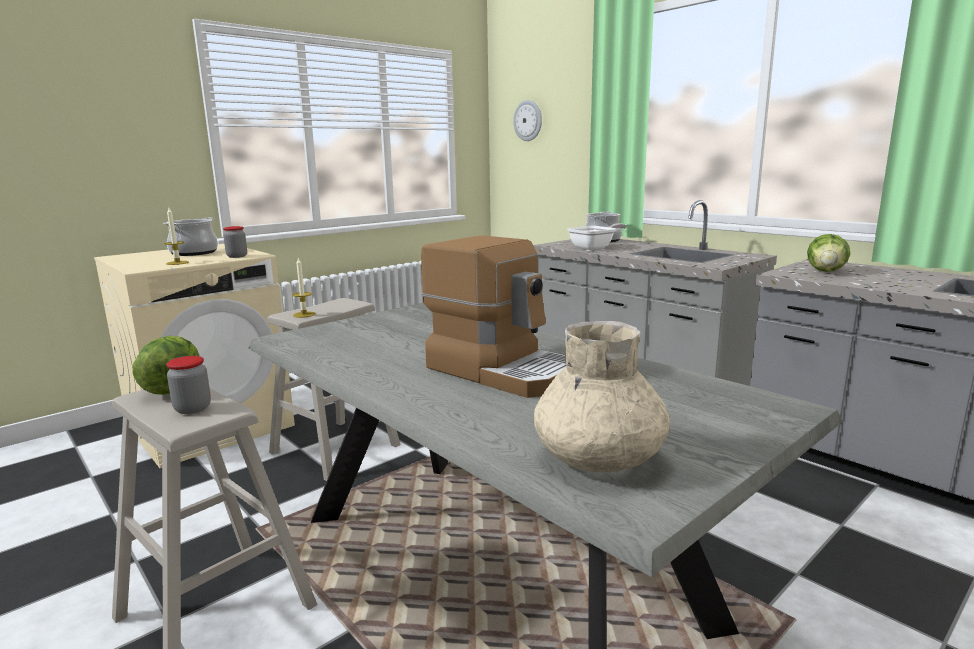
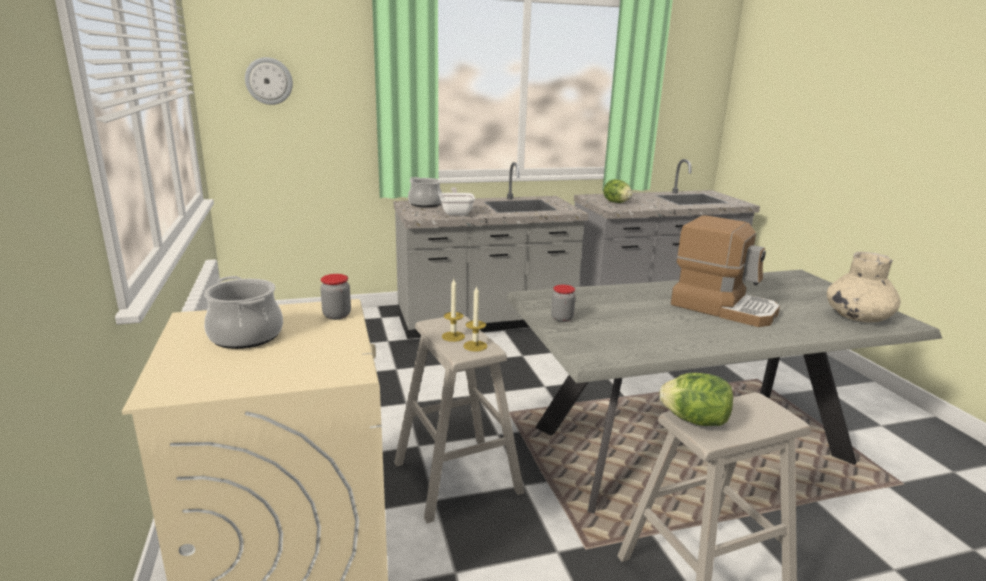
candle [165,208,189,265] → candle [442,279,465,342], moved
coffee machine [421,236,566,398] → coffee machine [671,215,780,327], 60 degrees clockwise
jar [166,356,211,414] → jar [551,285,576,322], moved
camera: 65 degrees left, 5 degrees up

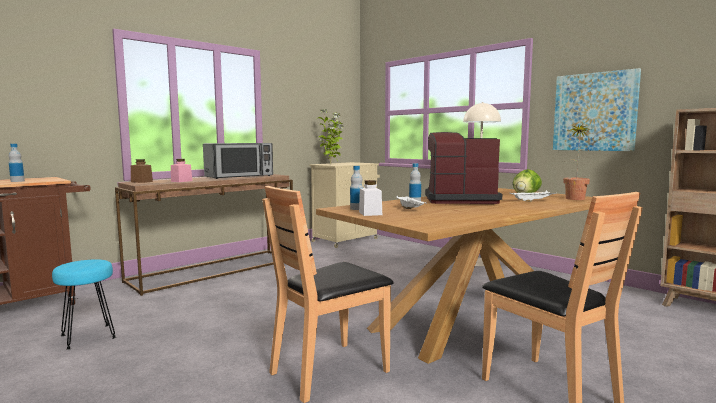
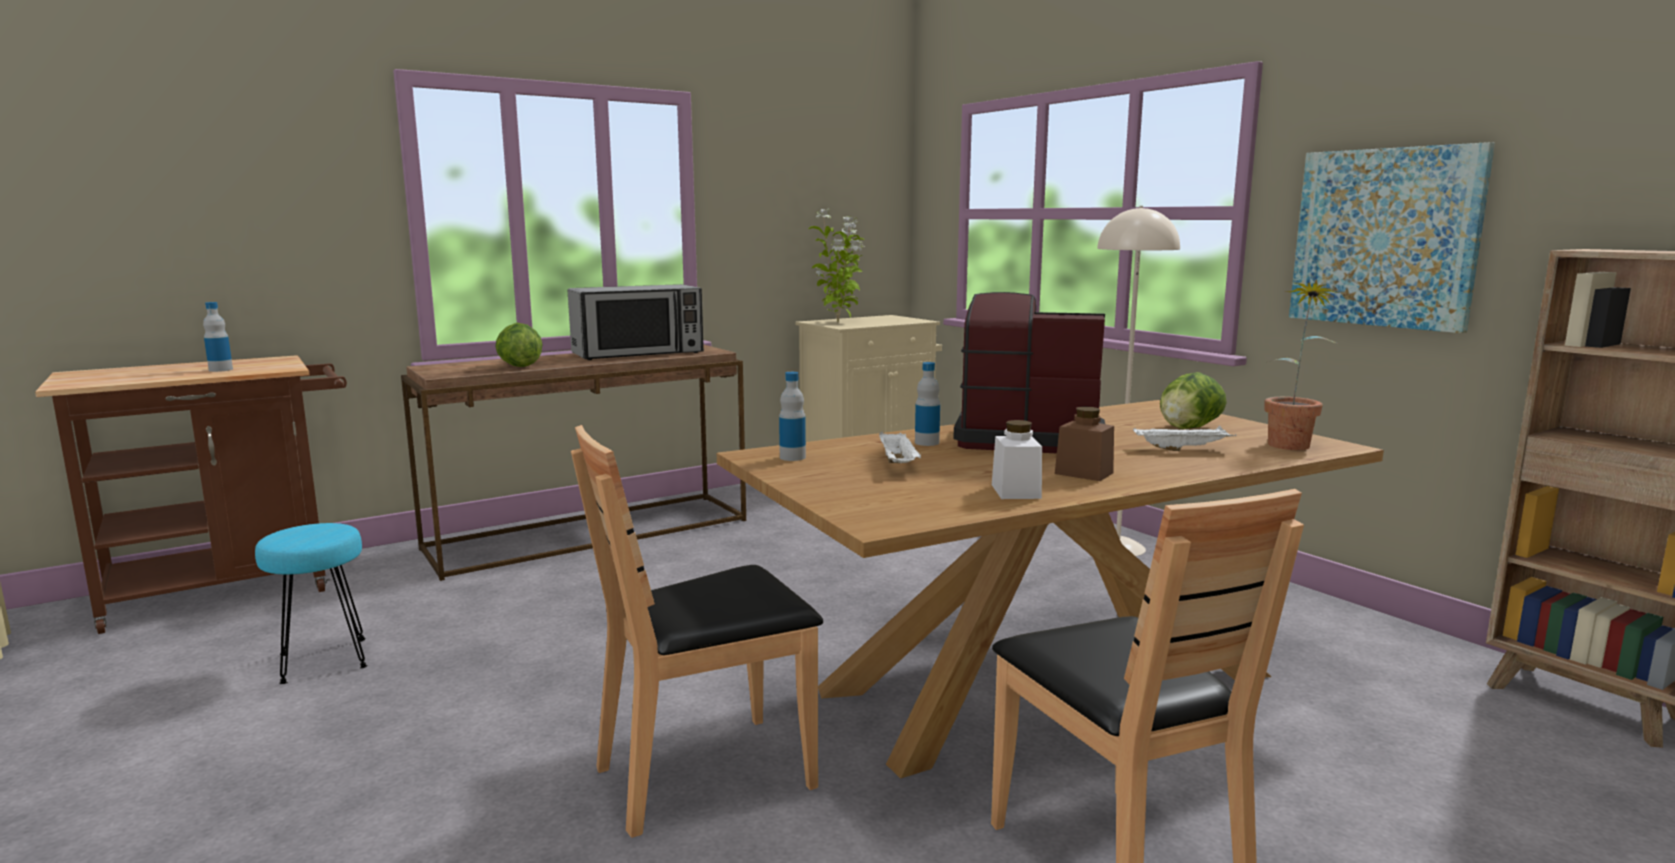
jar/brown [131,159,153,183] → jar/brown [1055,406,1114,481], moved
jar/pink [171,159,193,182] → lettuce [495,323,543,367]
jar/white [359,180,382,216] → jar/white [992,420,1042,499], moved
camera: 10 degrees right, 5 degrees up

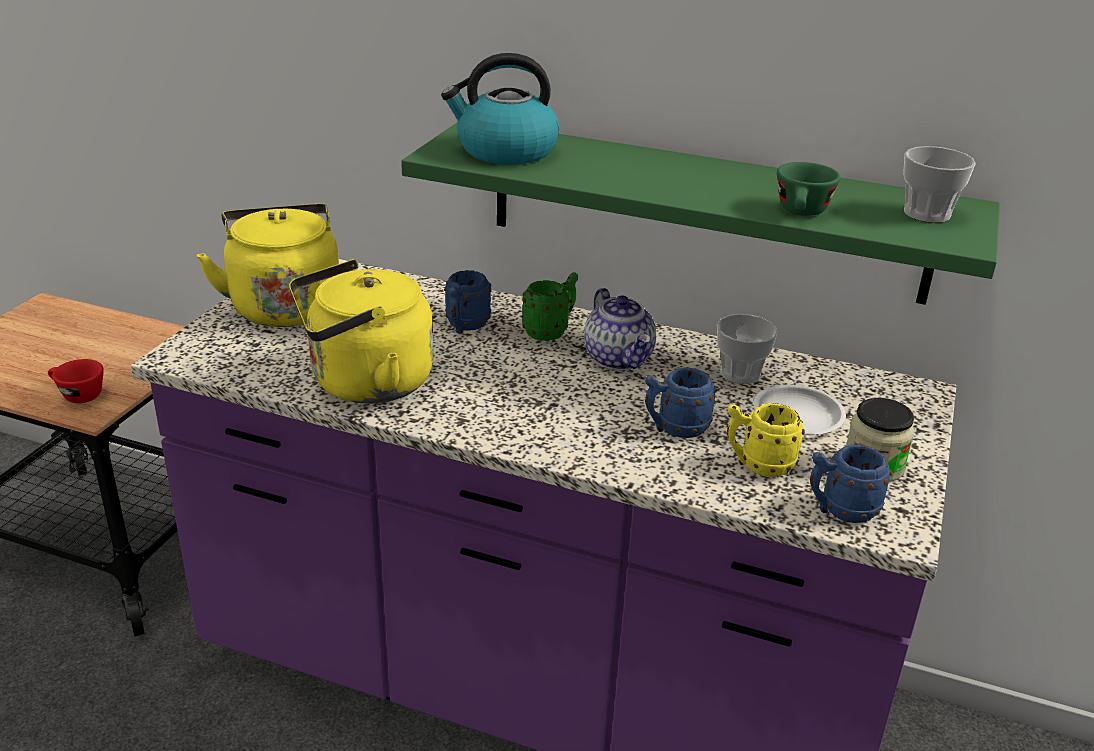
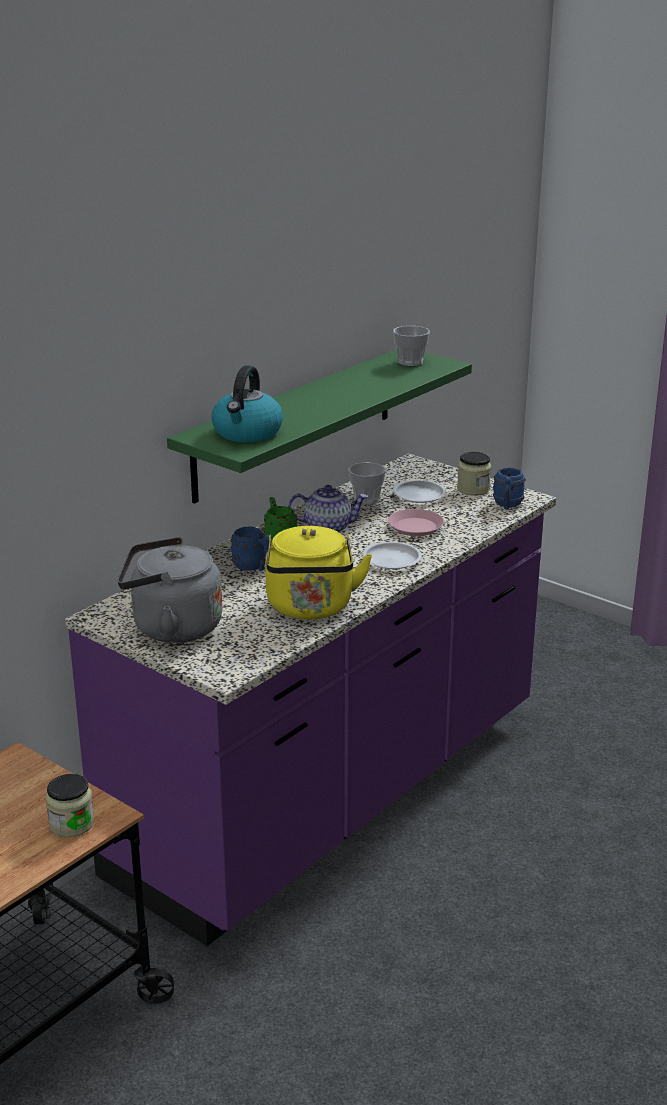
cup/green [777,162,840,216] → -
kettle/yellow [197,204,339,327] → kettle/grey [117,537,223,643]
cup/red [48,359,104,403] → jar [46,774,94,837]
mug/blue [645,368,717,438] → plate/pink [388,509,444,536]
mug/yellow [727,403,805,477] → -
- → plate/white [362,542,422,569]
camera: 70 degrees left, 5 degrees down

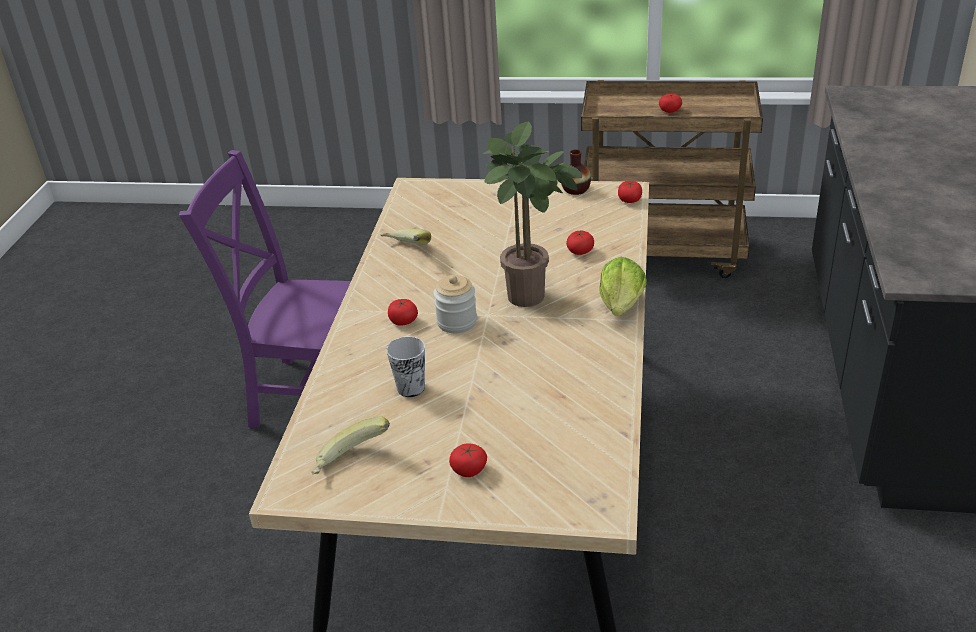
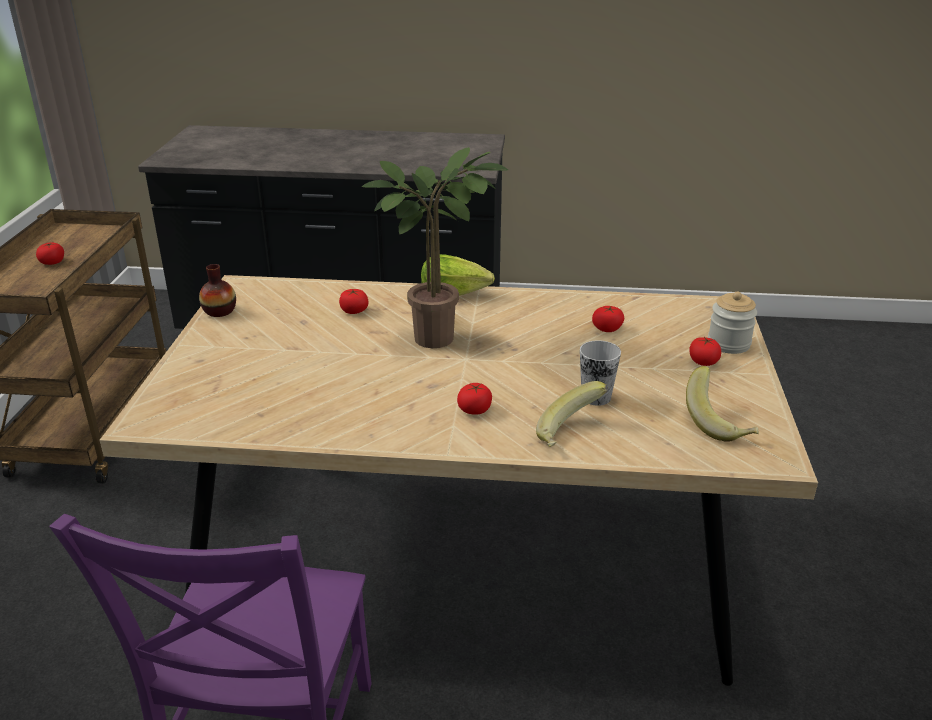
tomato [618,181,642,203] → tomato [592,306,624,332], moved
banana [380,229,431,245] → banana [536,381,608,447], moved
jar [434,275,477,333] → jar [708,292,757,354], moved
camera: 95 degrees left, 5 degrees down

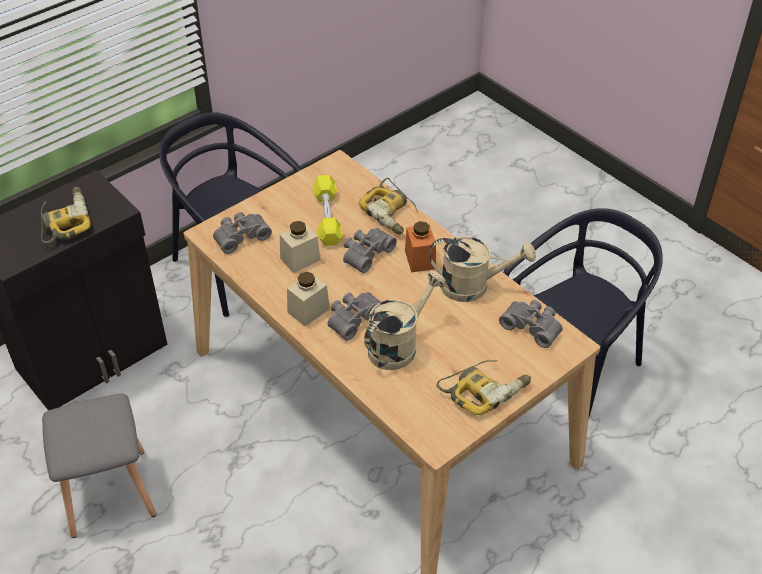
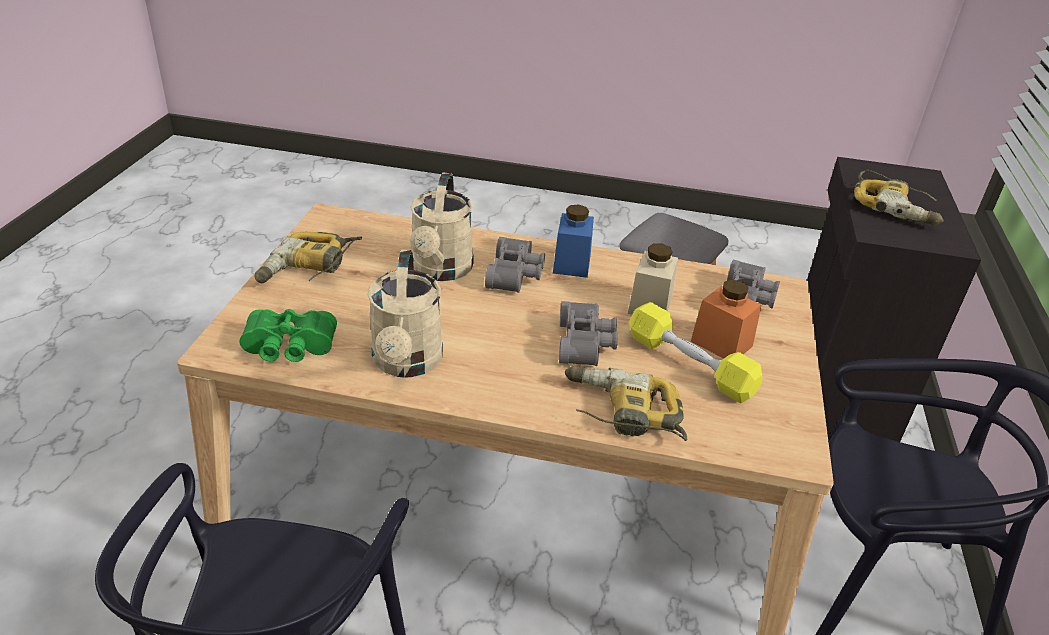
jar/orange [405,221,436,272] → jar/orange [691,280,762,358], moved
watering can/beige [429,236,536,302] → watering can/beige [368,250,443,378], 60 degrees counterclockwise
jar/beige [287,272,330,326] → jar/blue [553,205,594,278]
binoculars/grey [499,300,563,348] → binoculars/green [240,309,337,362]
camera: 140 degrees right, 10 degrees down

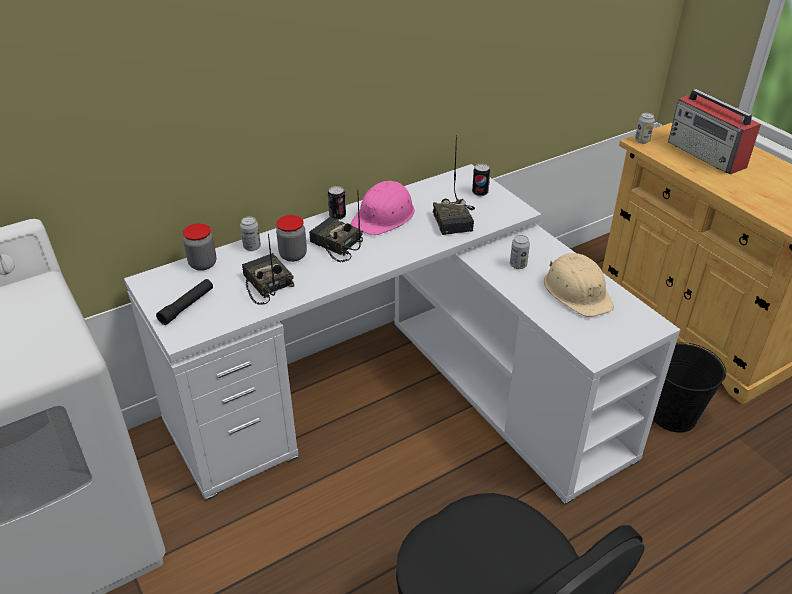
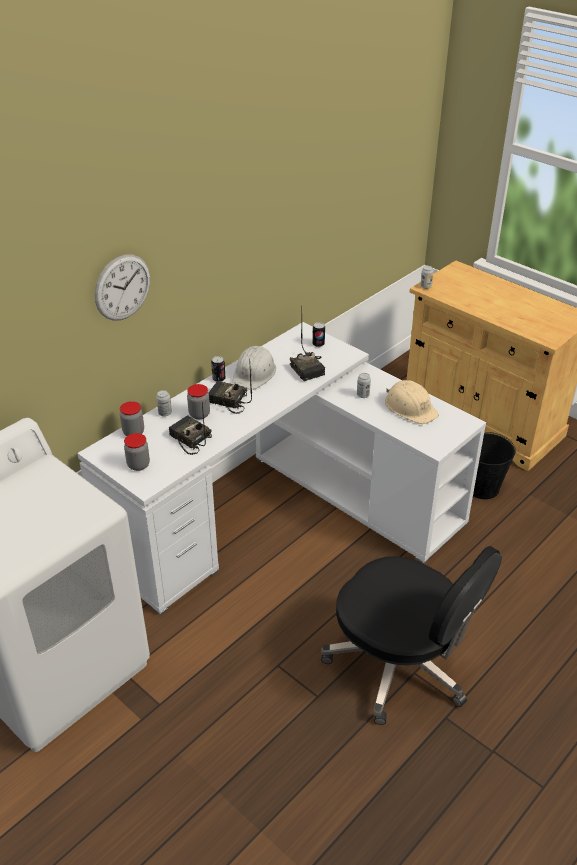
radio [668,89,761,174] → -
hard hat/pink [351,181,415,235] → hard hat/white [232,346,276,390]
flashlight/black [156,279,213,325] → jar [124,433,150,471]
- → wall clock [95,254,150,321]
camera: 15 degrees left, 0 degrees up

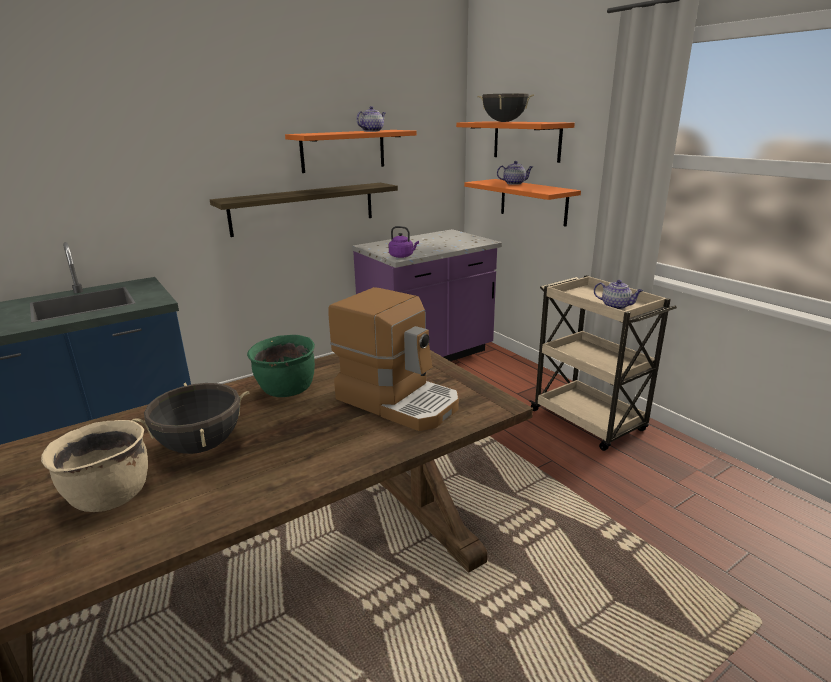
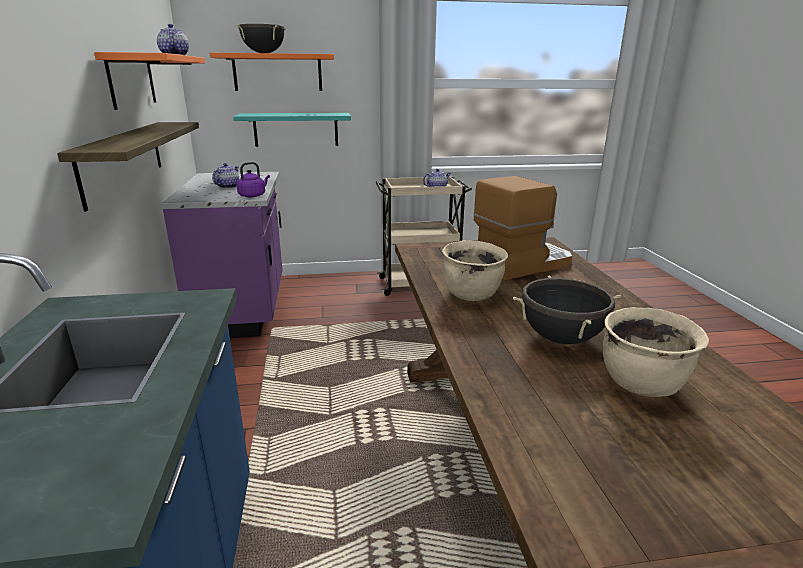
teapot [497,161,533,185] → teapot [212,163,239,188], moved
shelf/orange [464,179,581,227] → shelf/turquoise [233,113,351,147]
cooking pot/green [247,335,315,397] → cooking pot/beige [442,240,508,301]
camera: 65 degrees left, 0 degrees up

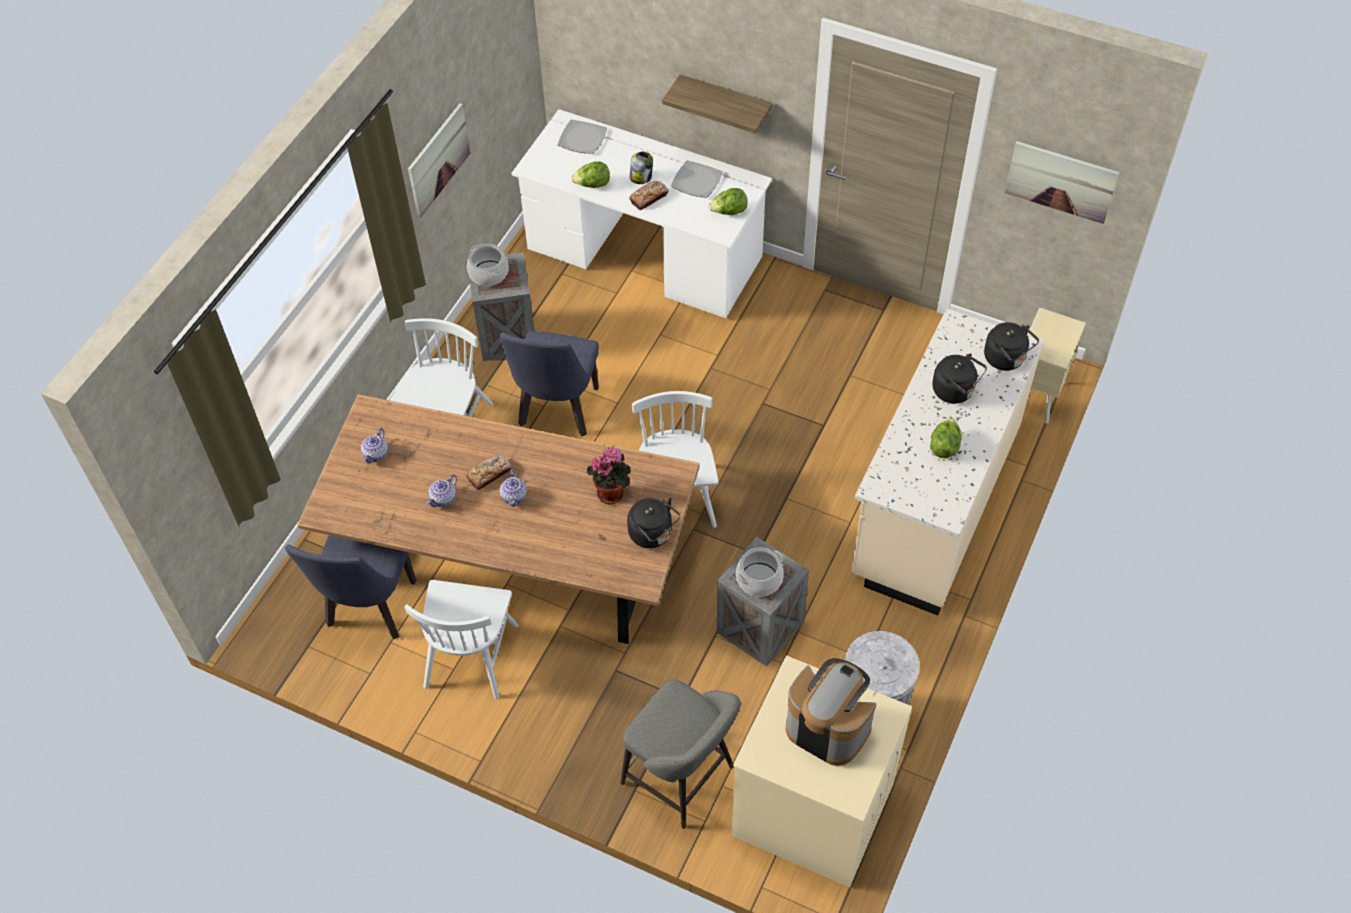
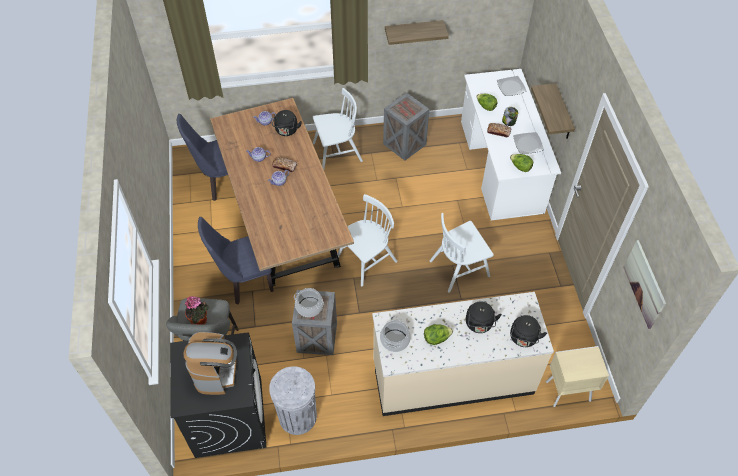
picture [408,103,470,218] → shelf [385,20,449,45]
cooking pot [467,244,509,286] → cooking pot [380,319,411,352], moved
chair/blue [499,331,599,436] → chair/blue [198,217,274,304], moved
potted plant [587,447,631,504] → potted plant [185,296,209,324], moved
kettle/black [627,498,680,548] → kettle/black [272,110,302,136], moved
chair/white [404,580,519,699] → chair/white [430,213,494,293], moved
washing machine/beige [732,655,912,888] → washing machine/black [170,332,266,458]
camera: 55 degrees right, 0 degrees up

